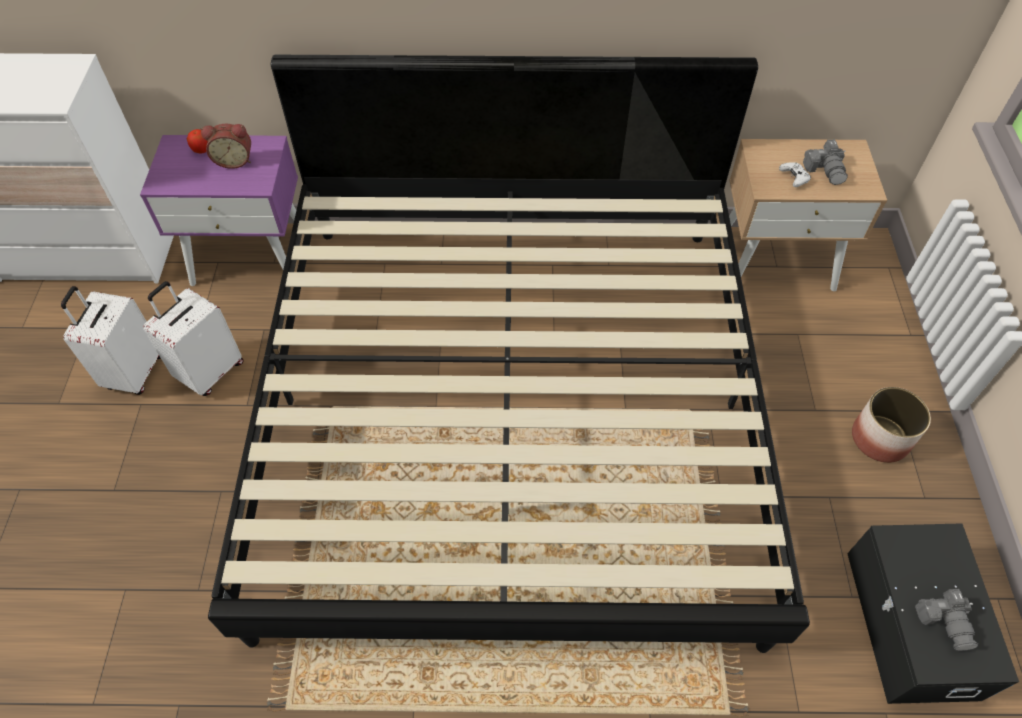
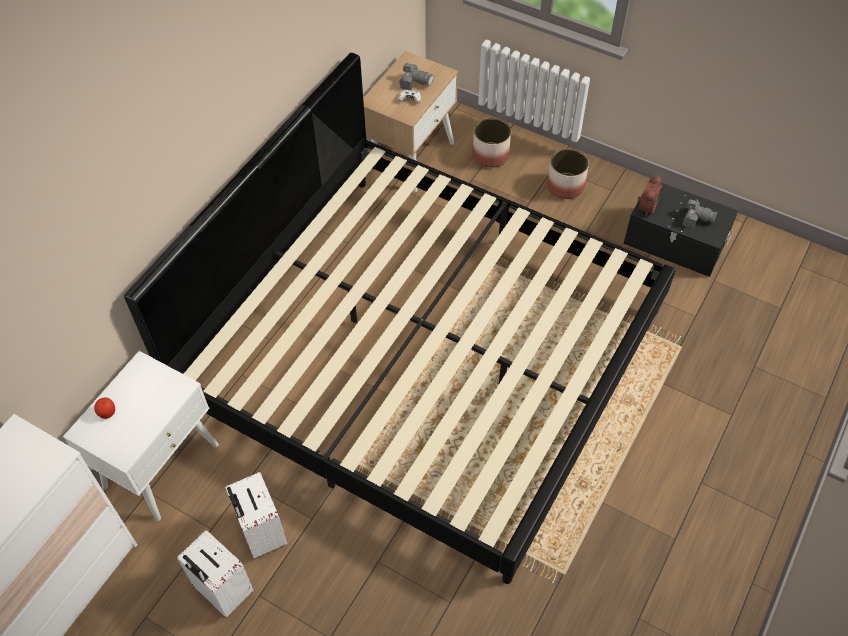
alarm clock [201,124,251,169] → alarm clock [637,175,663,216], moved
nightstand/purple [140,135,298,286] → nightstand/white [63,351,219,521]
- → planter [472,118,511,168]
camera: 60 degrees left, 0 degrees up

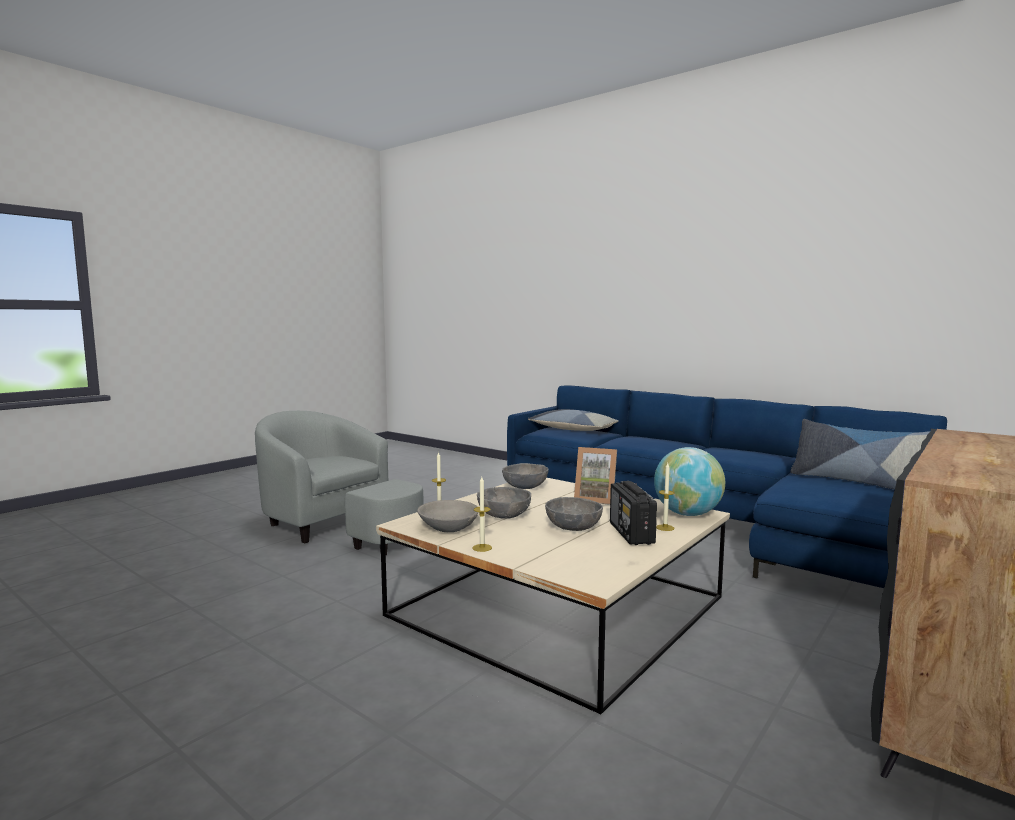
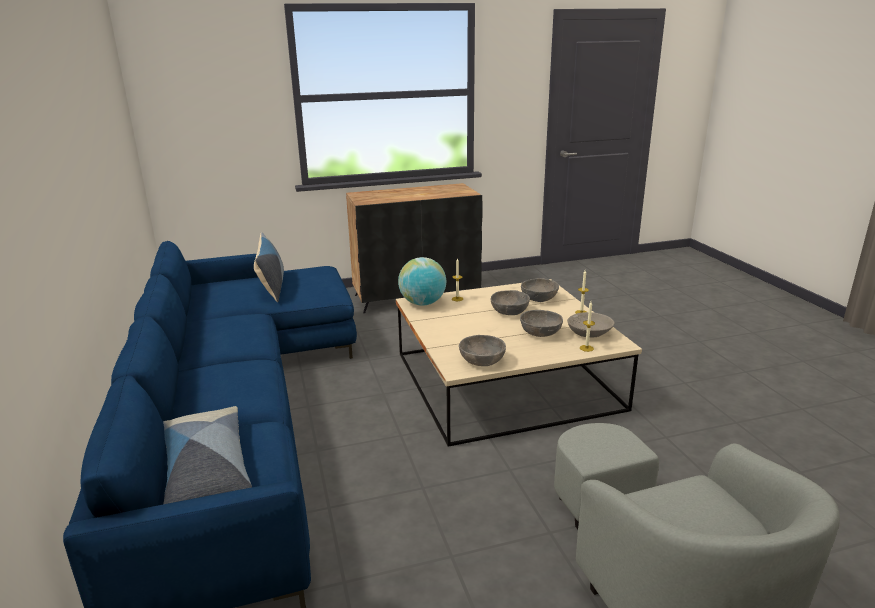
picture frame [574,447,617,505] → -
radio [610,481,657,545] → -
- → bowl/grey [521,278,559,302]
camera: 145 degrees left, 15 degrees up

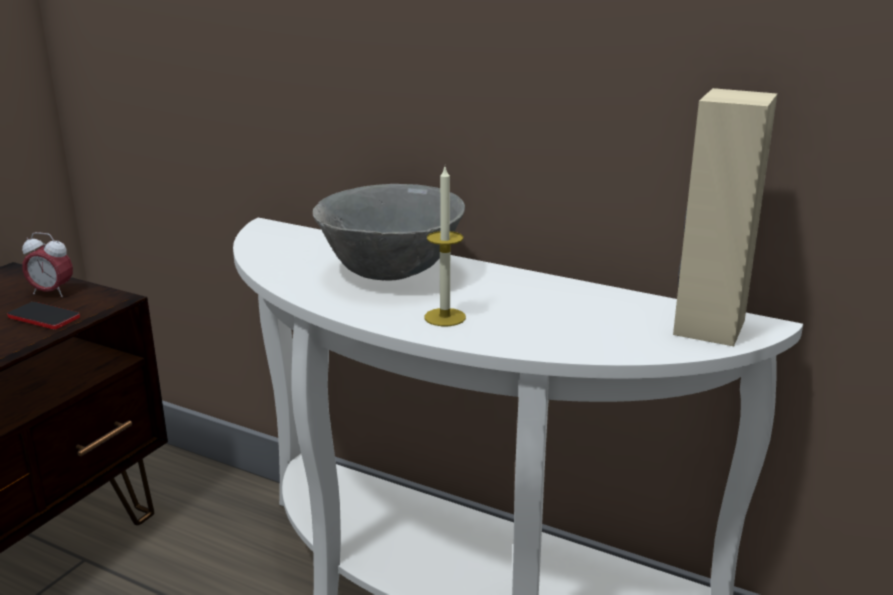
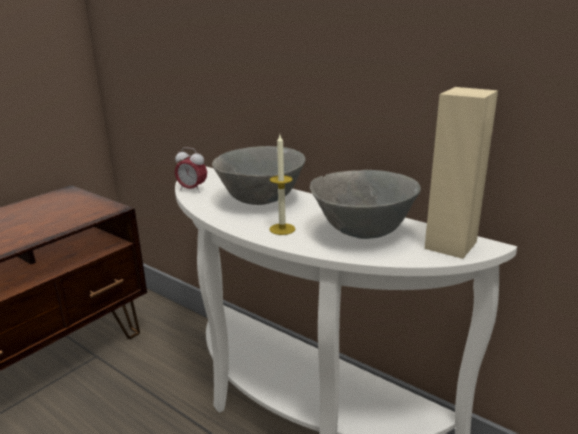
alarm clock [22,232,73,297] → alarm clock [175,147,207,193], moved
phone [7,302,80,329] → -
- → bowl/grey [310,170,421,239]
camera: 10 degrees right, 0 degrees up

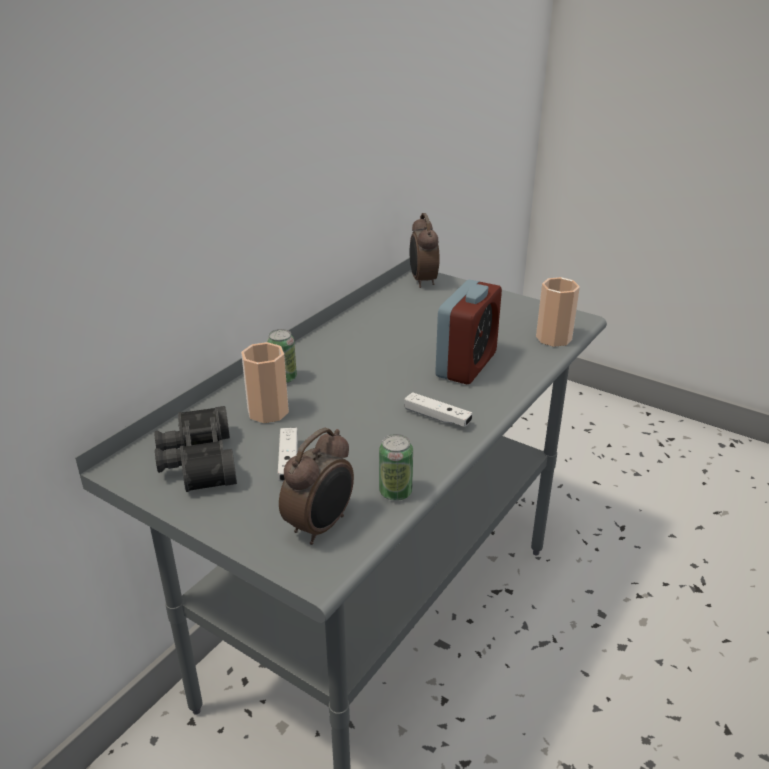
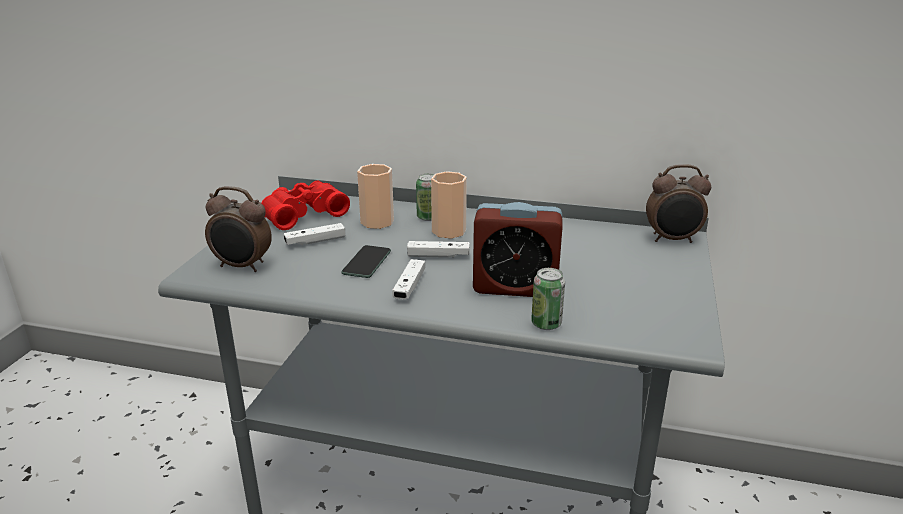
alarm clock [410,213,440,288] → alarm clock [646,164,711,243], 150 degrees counterclockwise
cup [536,277,580,347] → cup [431,171,467,238], moved
binoculars/black [155,406,237,492] → binoculars/red [261,180,350,230]
can [379,434,413,501] → can [531,268,565,330], moved
- → game controller/white [407,241,470,258]
- → phone [341,245,391,278]
camera: 70 degrees right, 5 degrees down

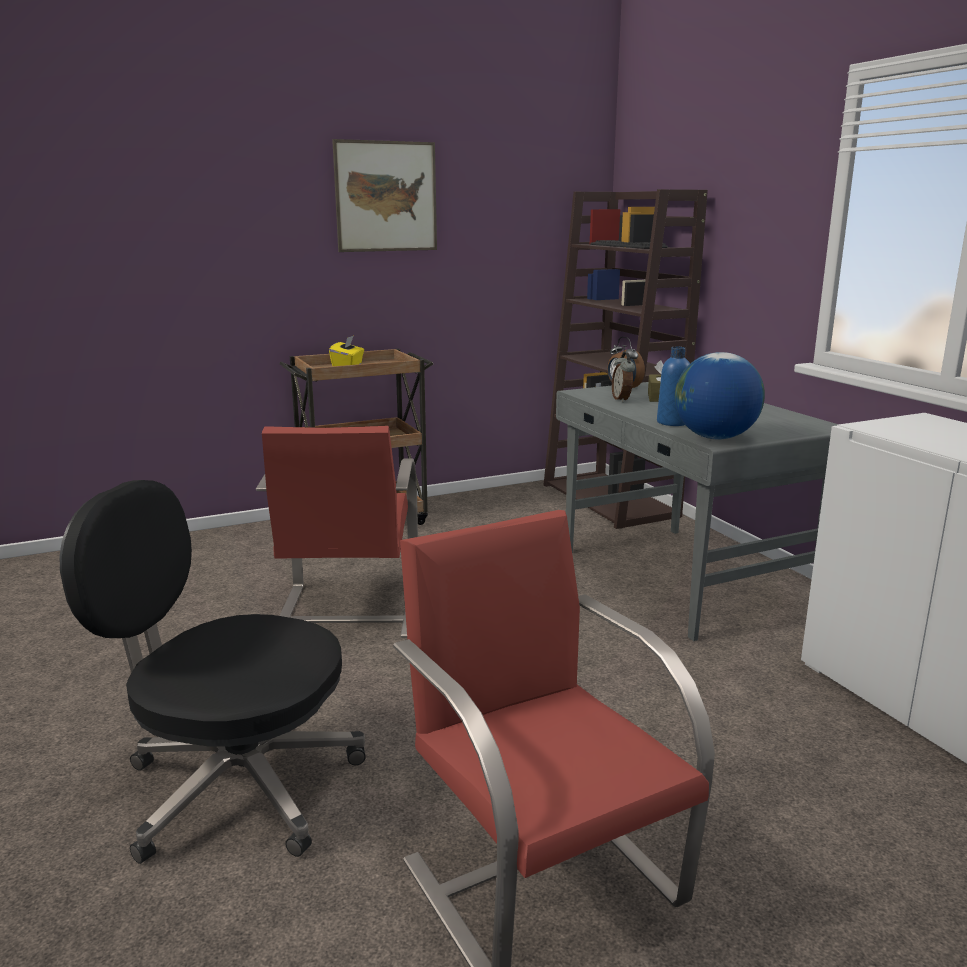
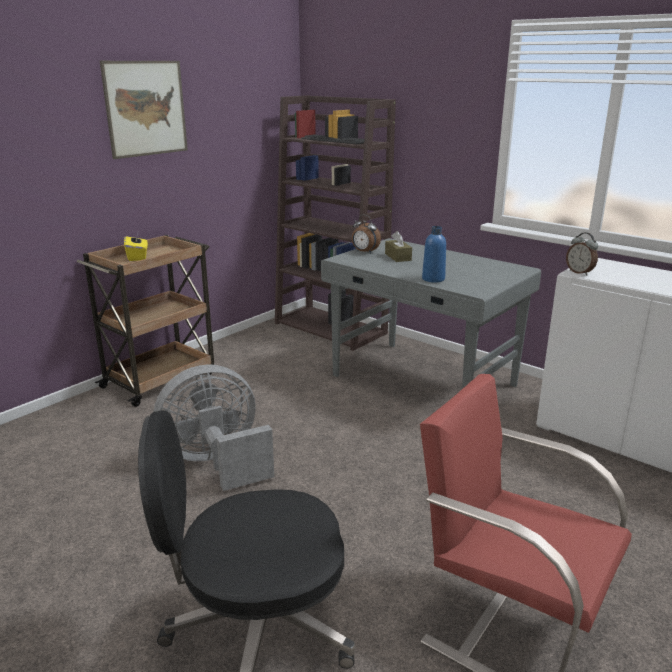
alarm clock [612,352,635,402] → alarm clock [566,232,598,276], moved
globe [675,352,765,439] → -
chair/red [256,426,418,638] → fan/grey [153,364,274,491]
camera: 25 degrees left, 5 degrees up

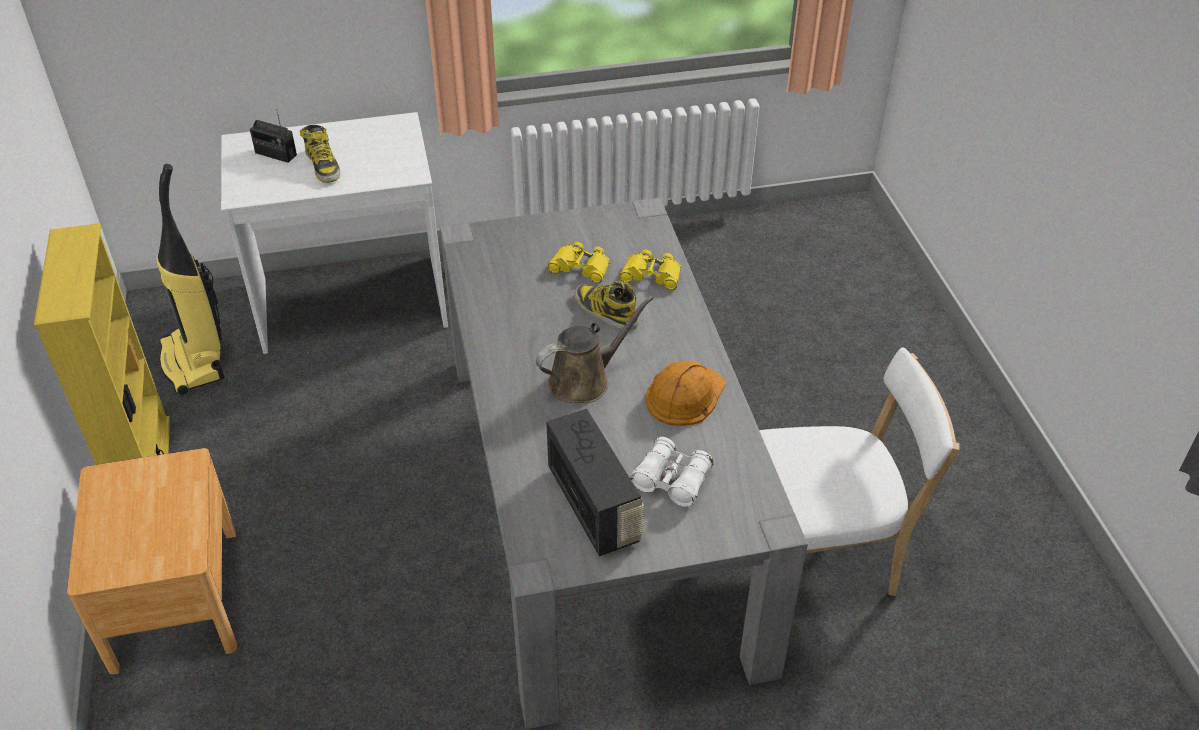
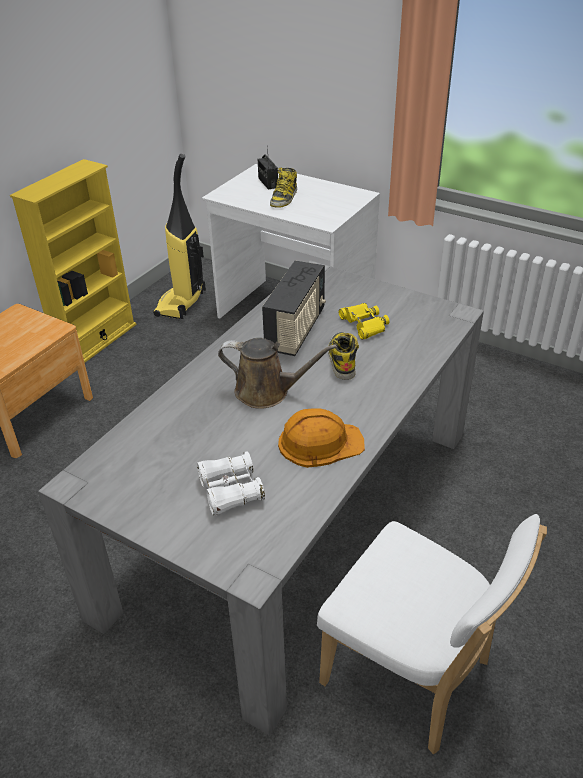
binoculars/yellow [620,250,681,290] → -
radio [546,409,644,556] → radio [262,261,326,356], moved
camera: 45 degrees right, 5 degrees down

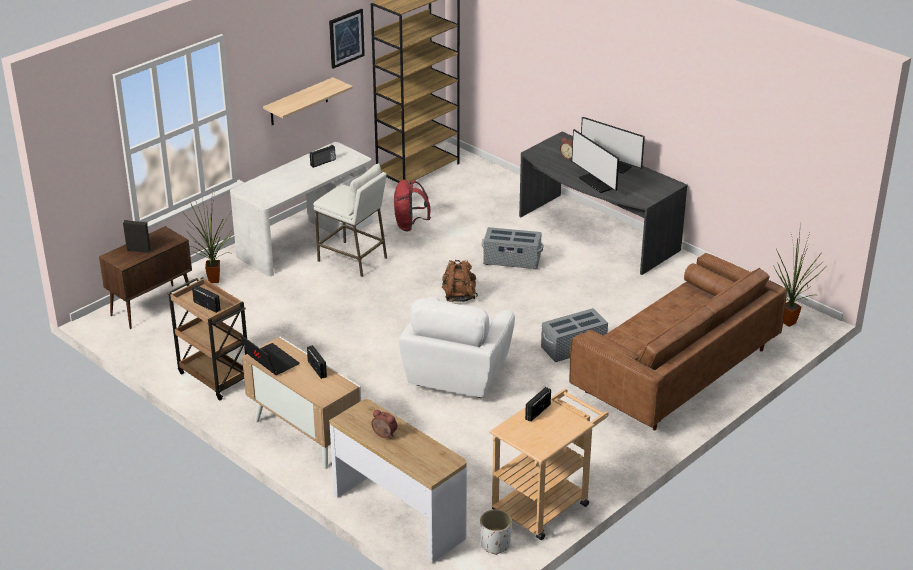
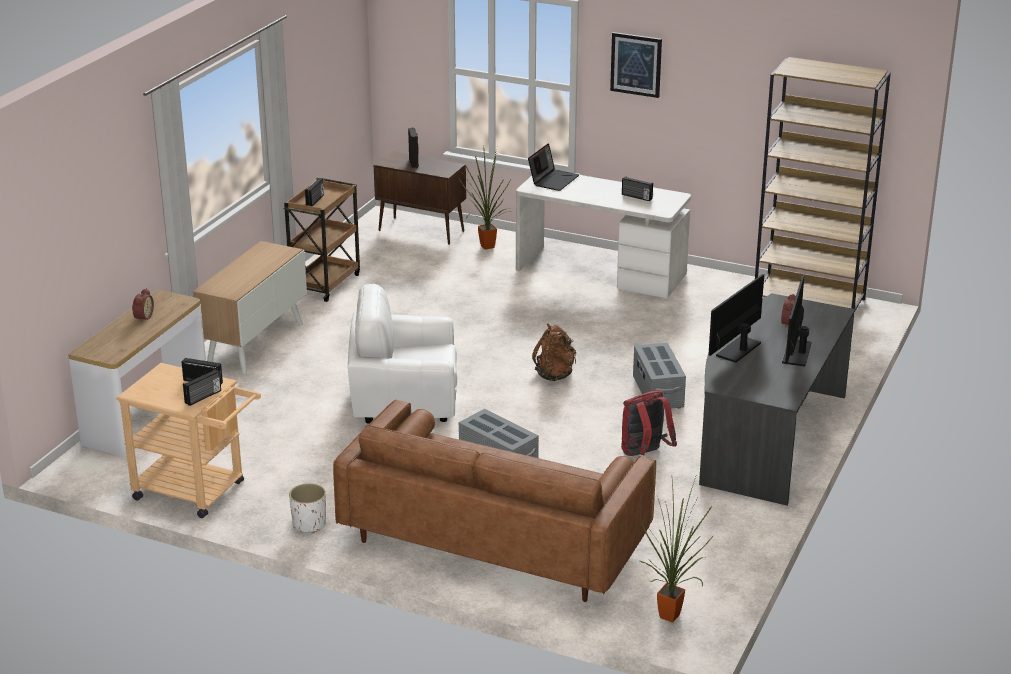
picture [329,9,365,69] → picture [610,32,662,98], moved
shelf [263,77,353,126] → -
stool/white [313,163,387,277] → -
backpack/red [394,180,431,232] → backpack/red [621,390,677,456], moved
laptop [240,334,299,375] → laptop [528,143,579,191], moved
radio [307,345,327,379] → radio [183,369,221,406], moved
planter/white [480,509,512,555] → planter/white [289,483,326,533], moved
camera: 70 degrees right, 5 degrees down

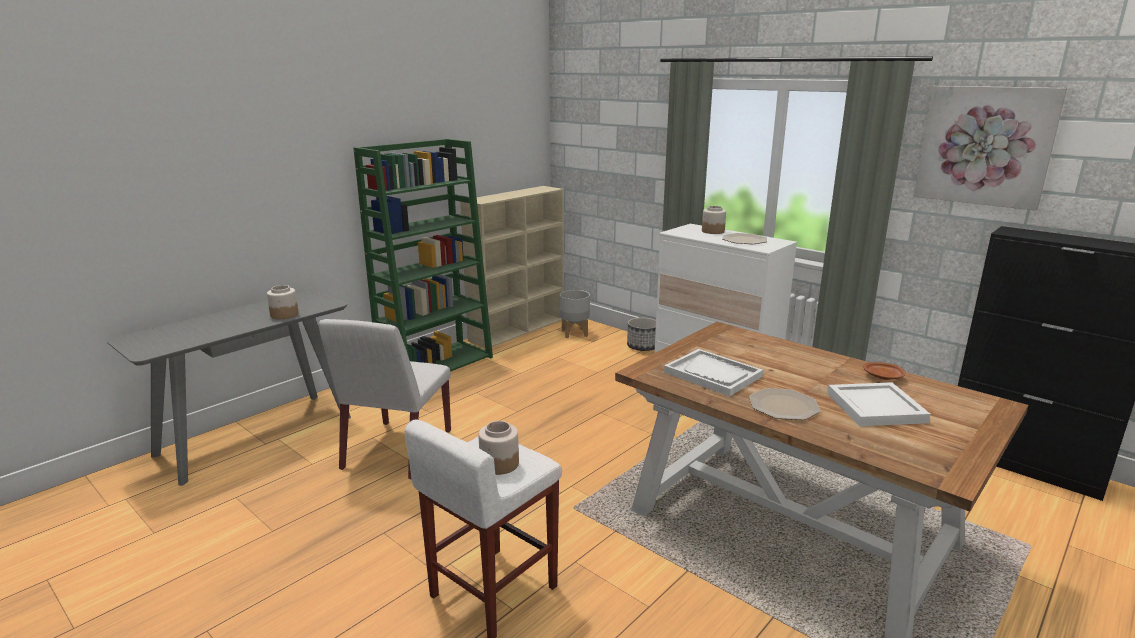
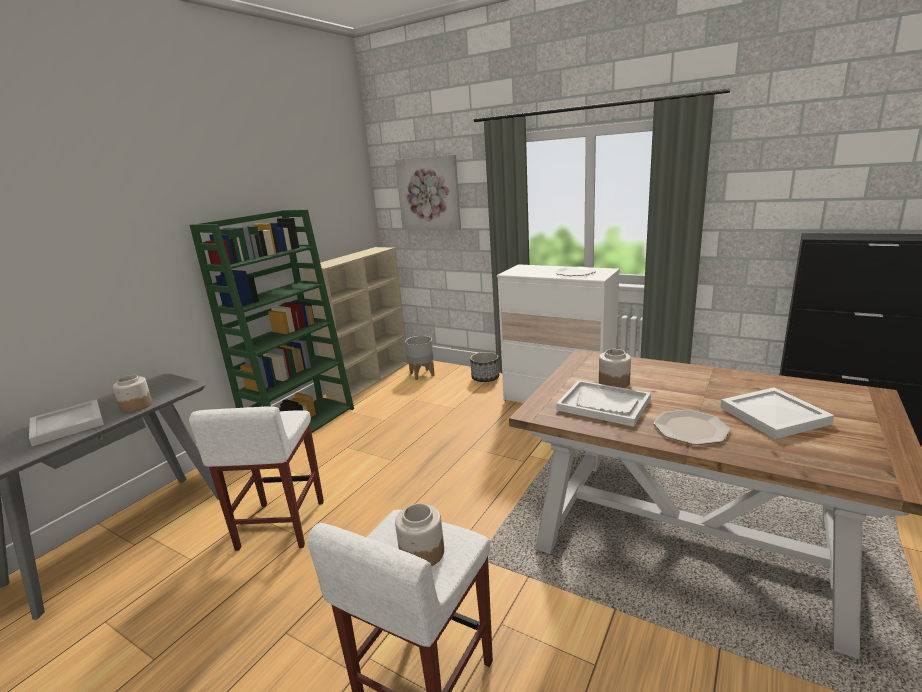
picture [913,86,1067,211] → picture [395,154,461,230], moved
jar [702,206,726,234] → jar [599,349,631,388], moved
chair/white [319,319,451,480] → stool/white [189,407,324,551]
plate/brown [863,362,906,380] → -
- → tray/white [29,399,104,446]
camera: 10 degrees left, 0 degrees up

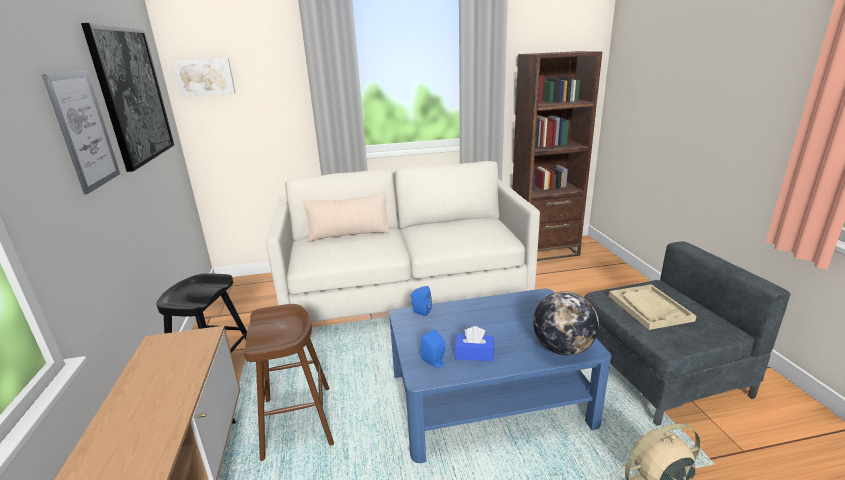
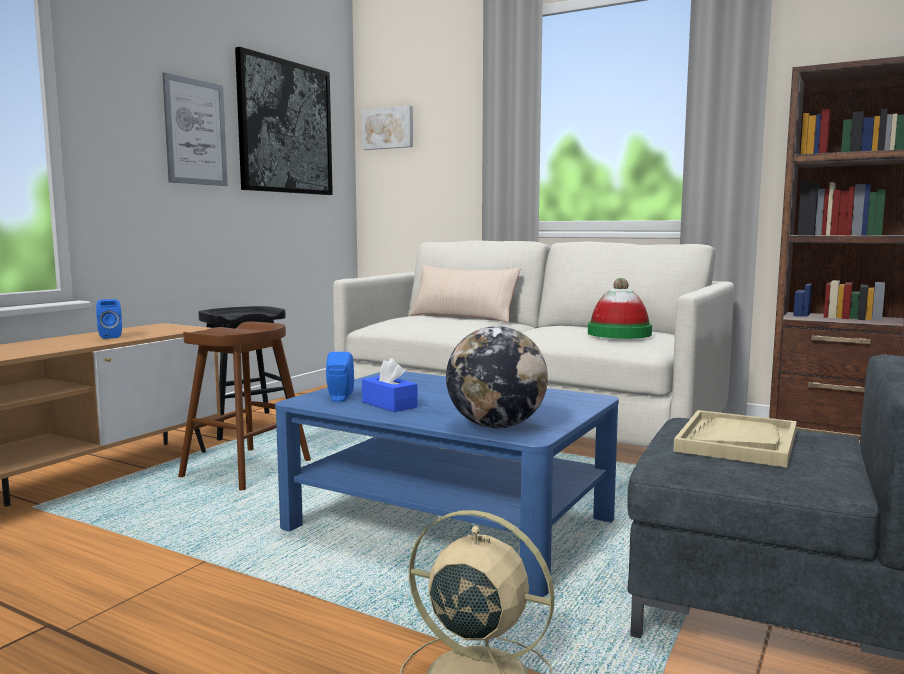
speaker/blue [411,286,432,316] → speaker/blue [96,299,122,339], moved
- → hat [588,278,652,339]
camera: 40 degrees right, 15 degrees down

